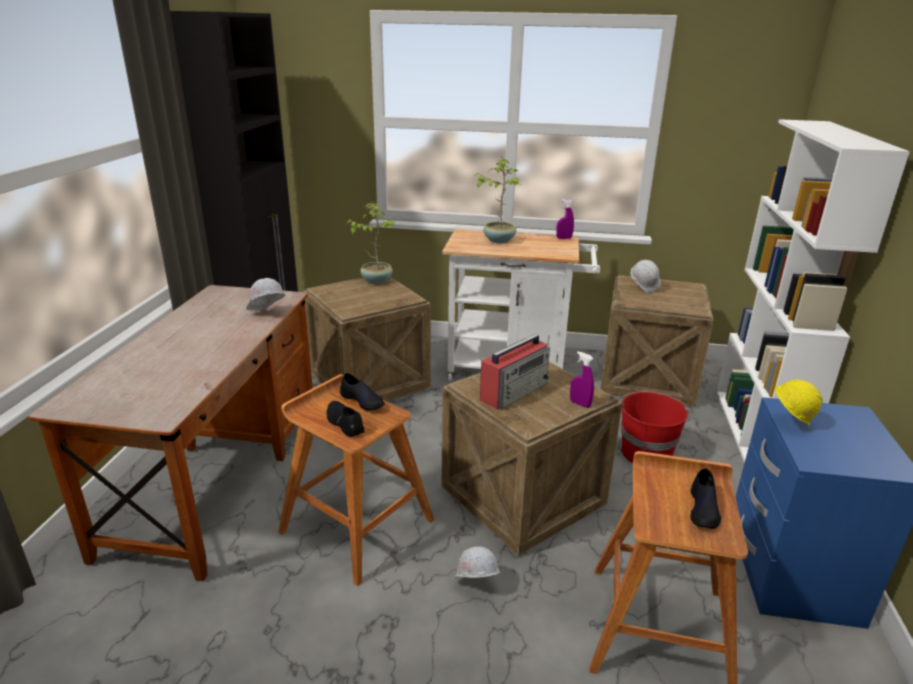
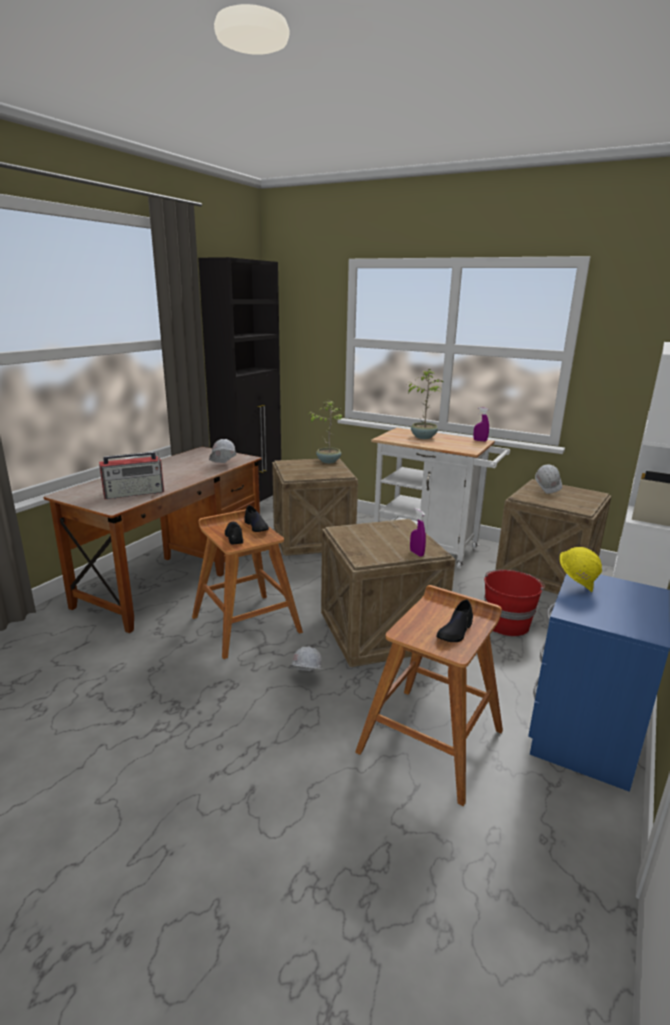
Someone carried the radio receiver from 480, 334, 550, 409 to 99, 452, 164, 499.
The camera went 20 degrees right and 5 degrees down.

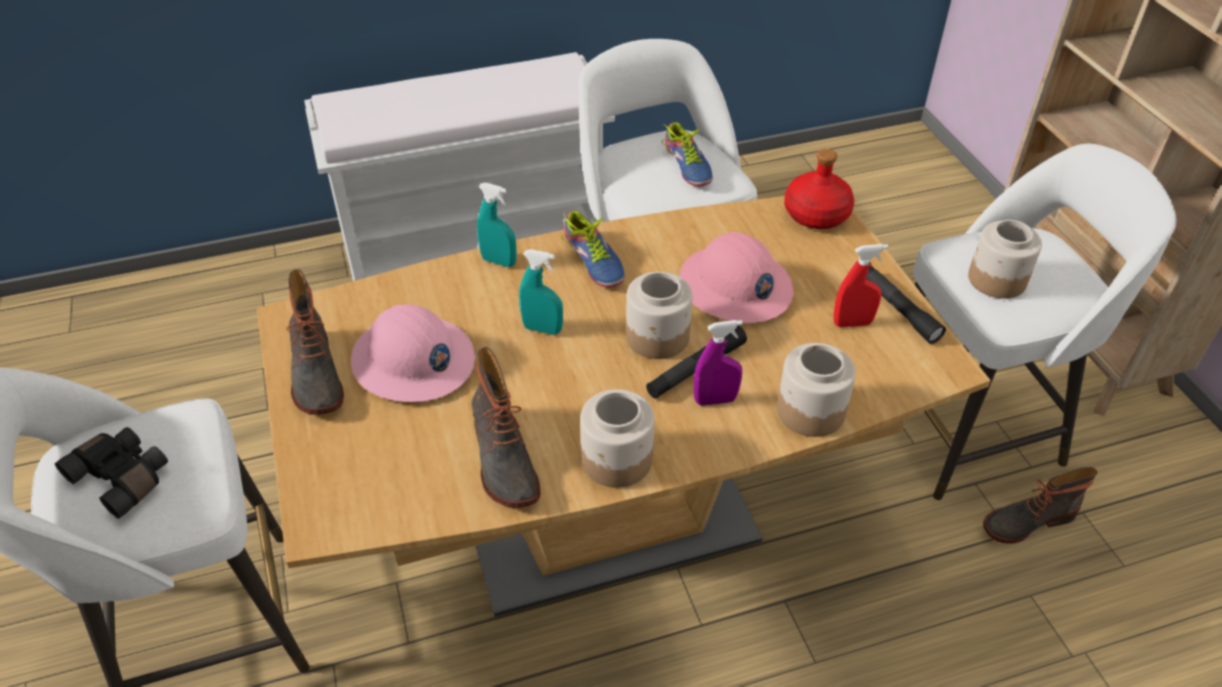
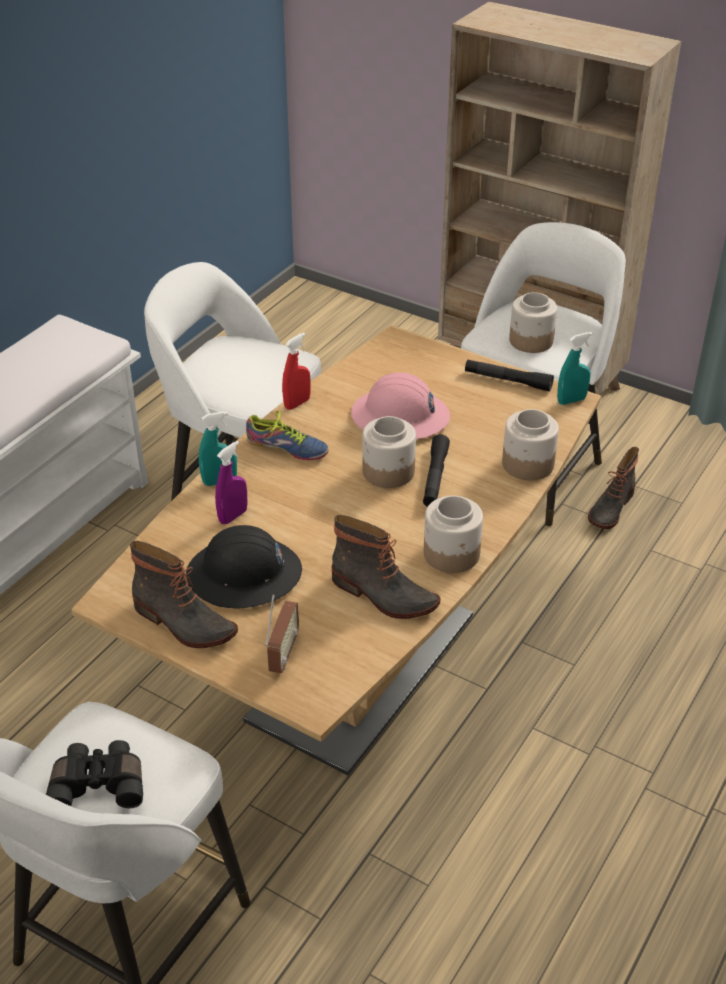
Someone repainted the pinkish hard hat at 351, 304, 475, 402, which became the black-coloured hard hat at 186, 525, 302, 608.
Someone carried the purple-coloured hand sprayer from 694, 320, 743, 406 to 215, 441, 247, 524.
Someone put down the radio receiver at 265, 595, 299, 673.
Someone carried the reddish hand sprayer from 834, 244, 888, 327 to 282, 333, 311, 410.
Someone carried the blue-green hand sprayer from 519, 249, 563, 335 to 557, 332, 593, 405.
Someone took away the shoe at 662, 122, 713, 187.
Someone took away the reddish beverage bottle at 784, 149, 854, 229.
The camera went 40 degrees left and 5 degrees down.

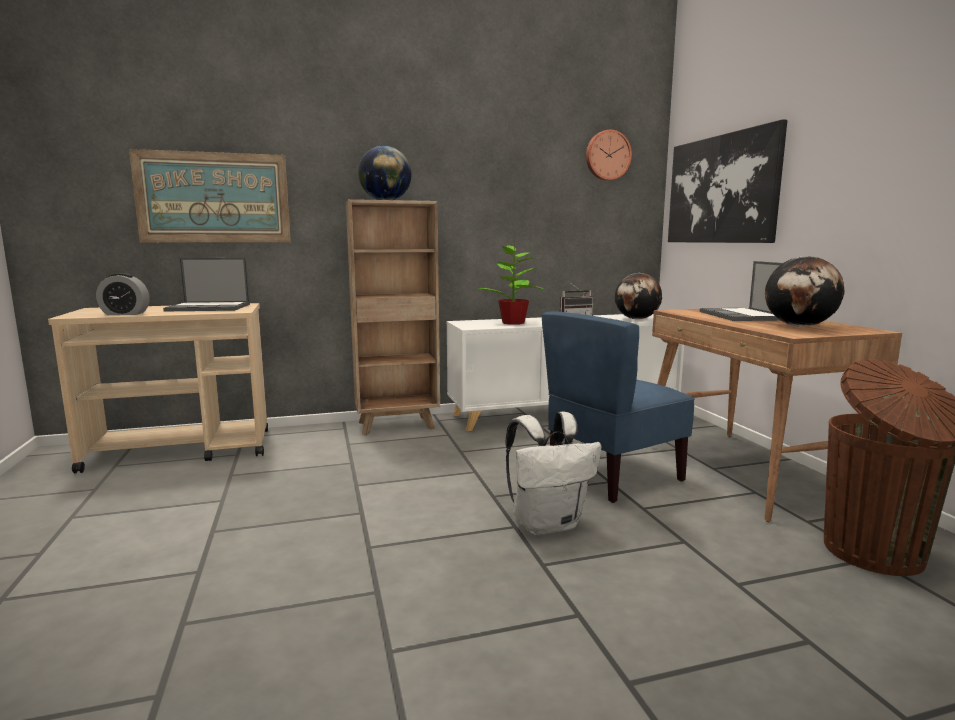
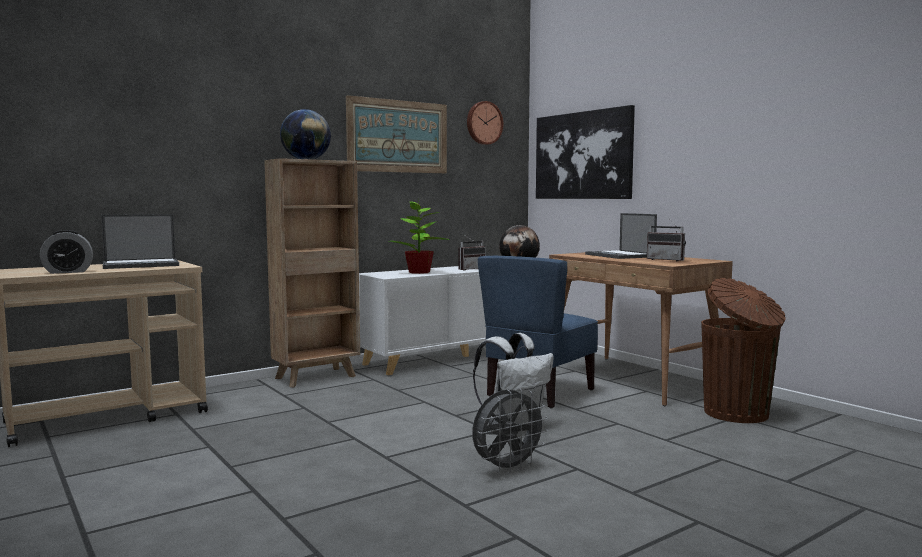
Someone carried the wall picture from 129, 149, 291, 242 to 346, 95, 447, 173.
Someone put down the grey cooling fan at 472, 388, 548, 474.
Someone swapped the desk globe at 765, 256, 845, 327 for the radio receiver at 647, 217, 686, 261.
The camera went 20 degrees left and 5 degrees down.

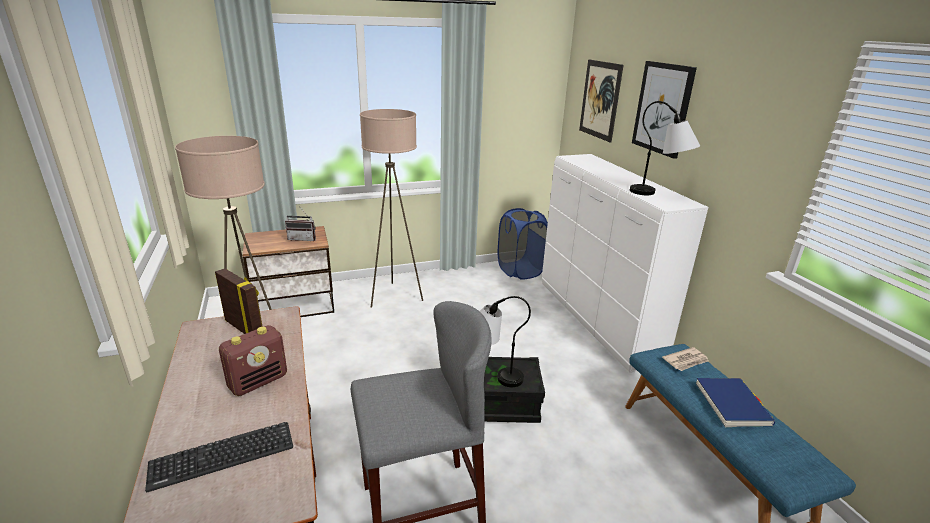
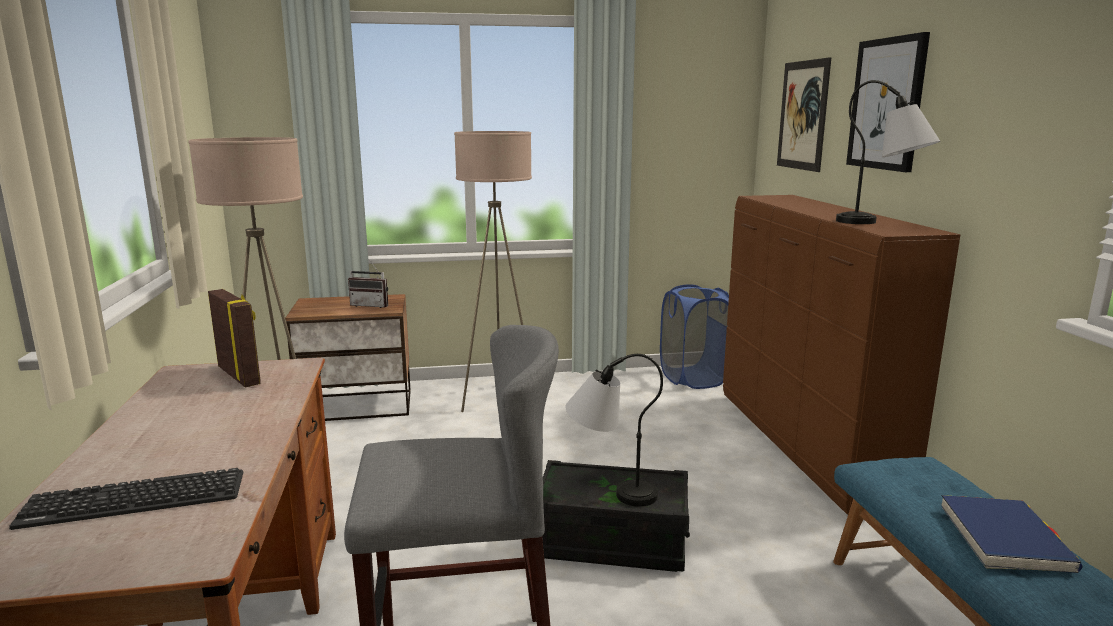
Someone repainted the white-coloured dresser at 542, 154, 708, 373, which became the brown-coloured dresser at 723, 195, 960, 515.
Someone took away the radio receiver at 219, 325, 287, 396.
Someone took away the printed paper at 662, 347, 709, 371.
The camera went 10 degrees right and 10 degrees down.

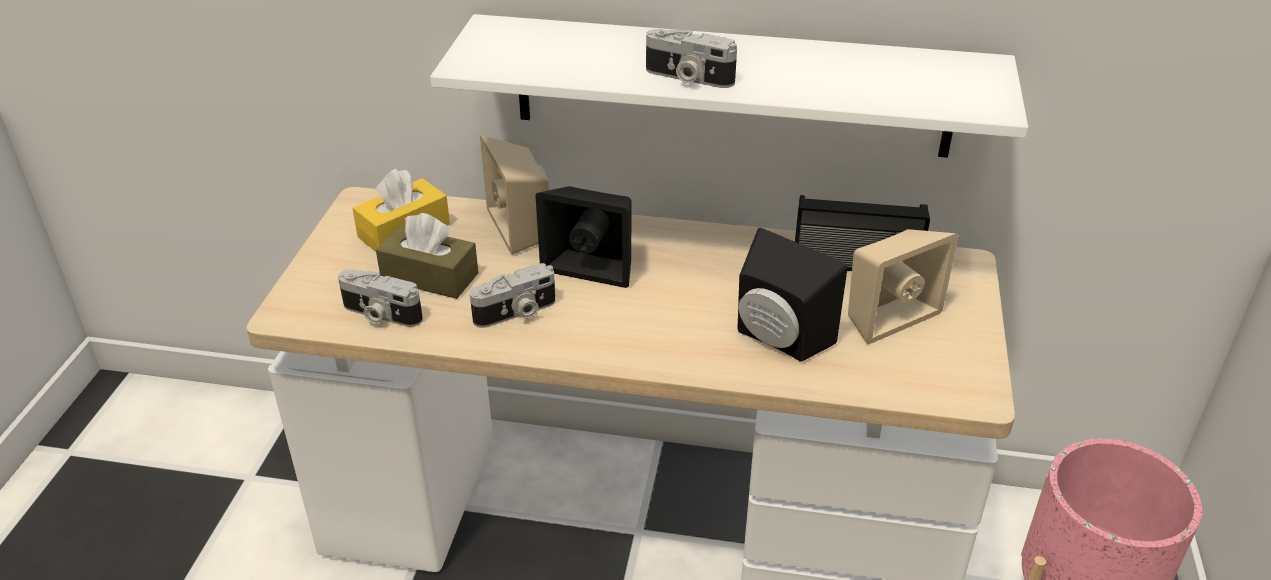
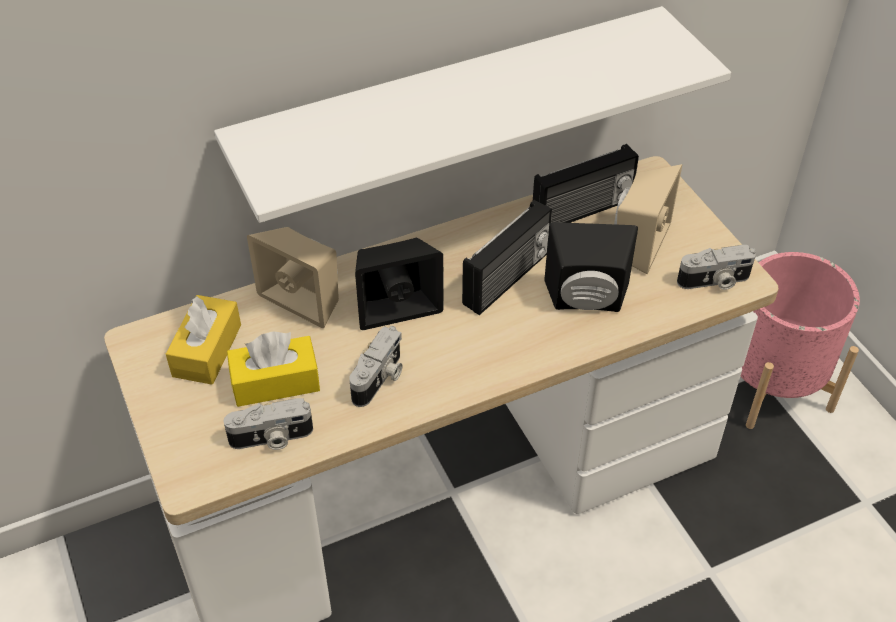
Someone repainted the brown-coloured tissue holder at 376, 213, 478, 299, which became the yellow-coloured tissue holder at 227, 331, 320, 407.
Someone put down the radio receiver at 462, 200, 552, 315.
Someone carried the photo camera from 646, 29, 737, 88 to 677, 245, 756, 290.
The camera went 35 degrees left and 10 degrees up.

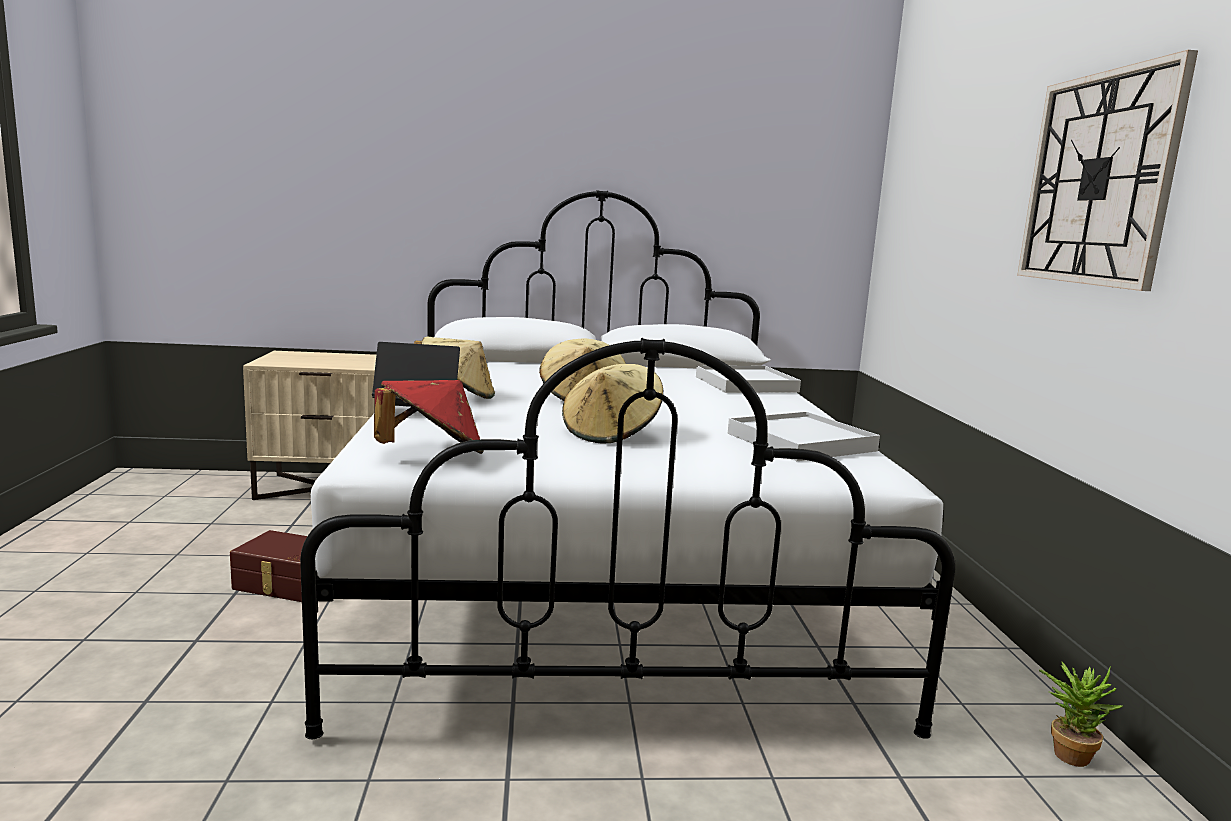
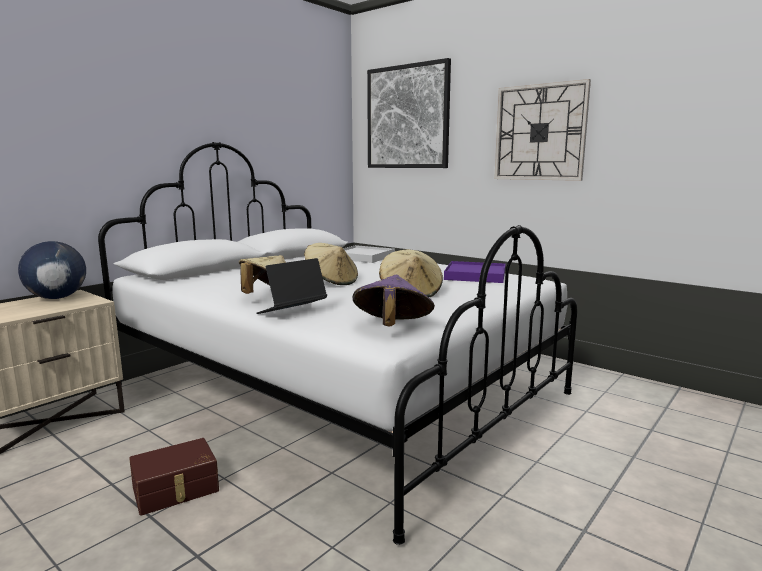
Someone put down the desk globe at 18, 241, 86, 299.
Someone repainted the reddish clothing hat at 374, 380, 484, 454, which became the purple-coloured clothing hat at 352, 275, 435, 326.
Someone put up the wall picture at 367, 58, 451, 168.
Someone repainted the white-coloured carrying tray at 728, 412, 880, 461, which became the purple-coloured carrying tray at 444, 261, 506, 283.
Someone took away the potted plant at 1039, 661, 1123, 767.
The camera went 45 degrees left and 0 degrees up.

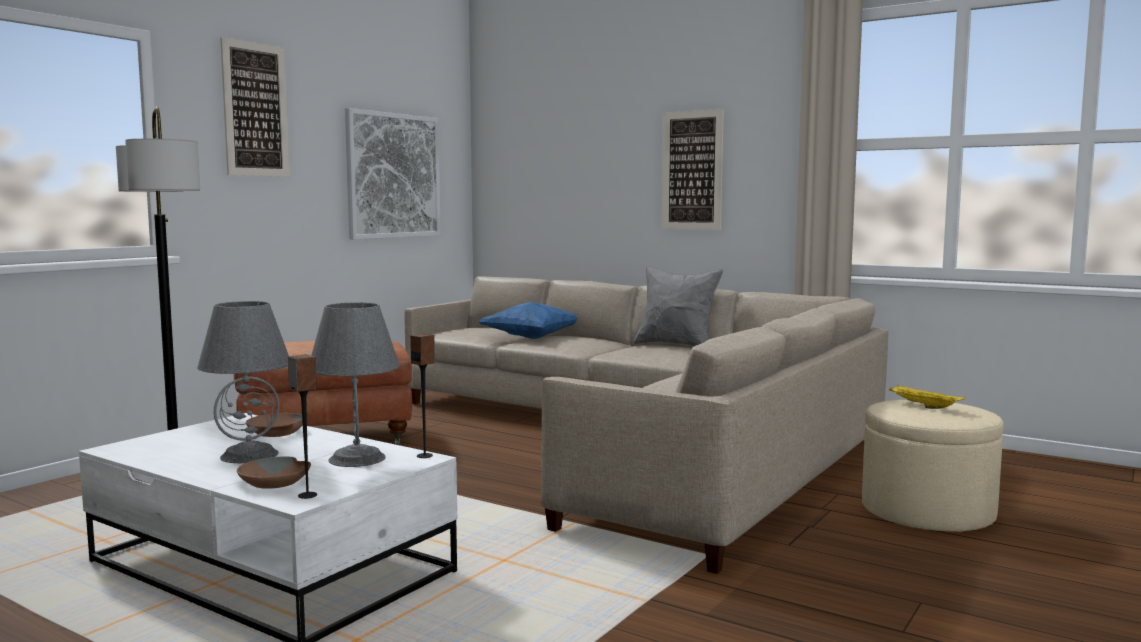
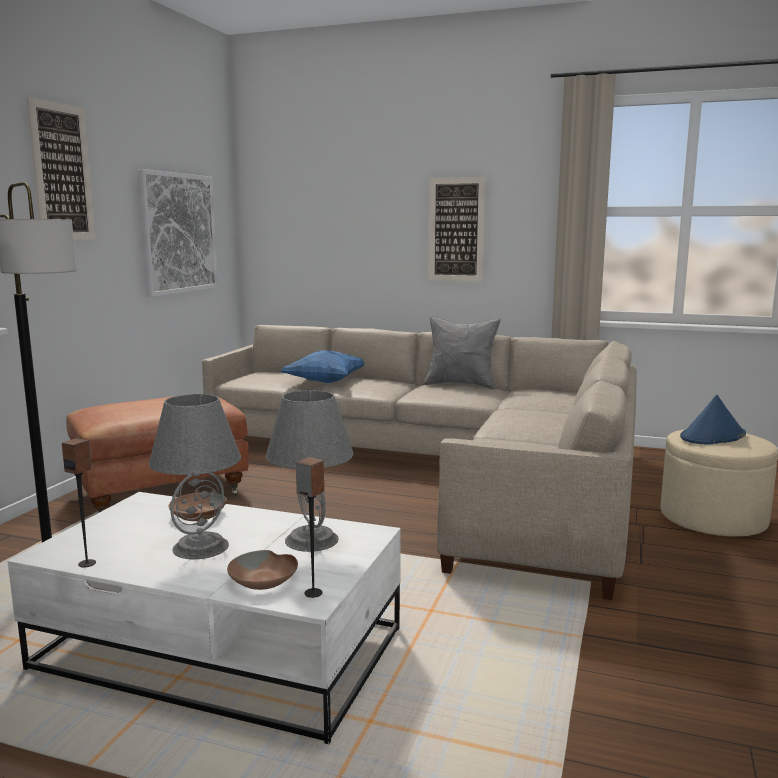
Someone carried the audio speaker from 410, 334, 435, 458 to 62, 438, 96, 567.
Someone swapped the yellow-coloured carrying tray at 889, 385, 965, 409 for the blue-coloured clothing hat at 680, 395, 746, 444.
The camera went 15 degrees left and 5 degrees up.

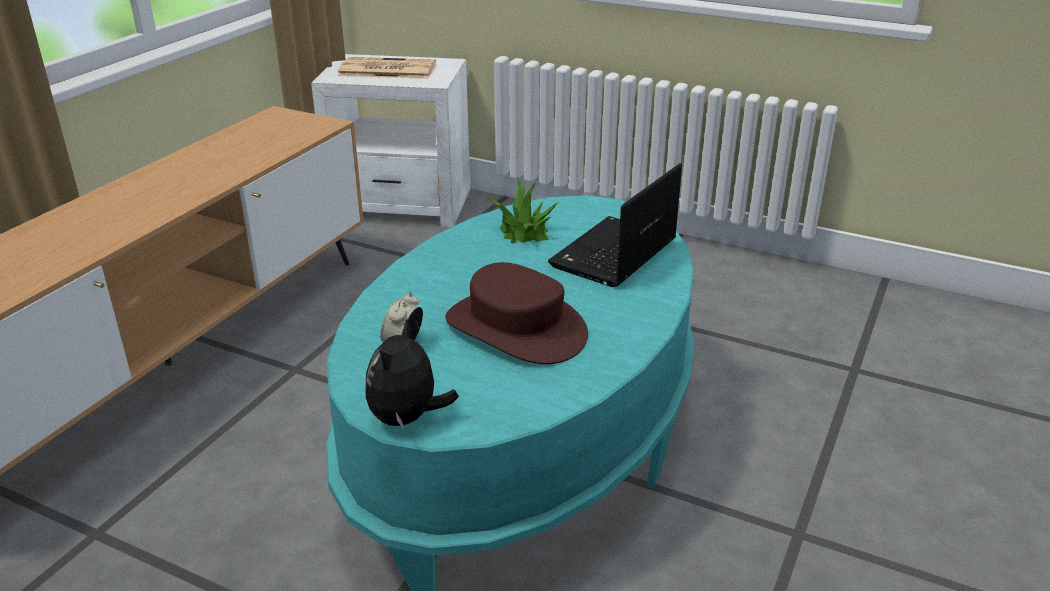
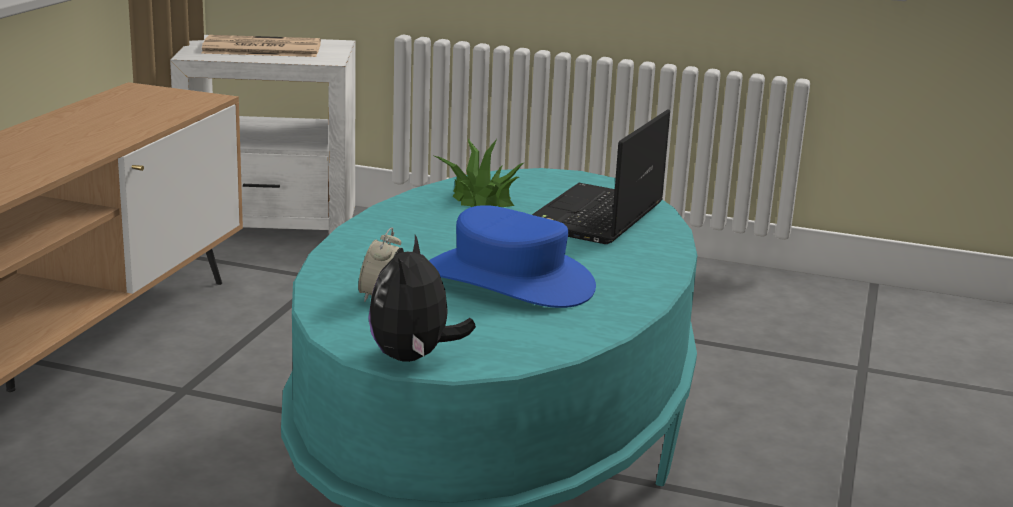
Someone repainted the brown-coloured clothing hat at 445, 262, 588, 364, which became the blue-coloured clothing hat at 429, 205, 596, 308.
The camera went 10 degrees left and 10 degrees down.

